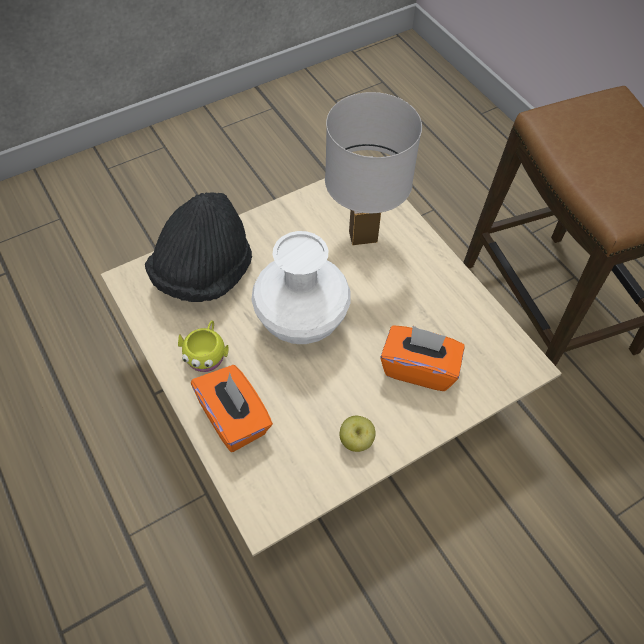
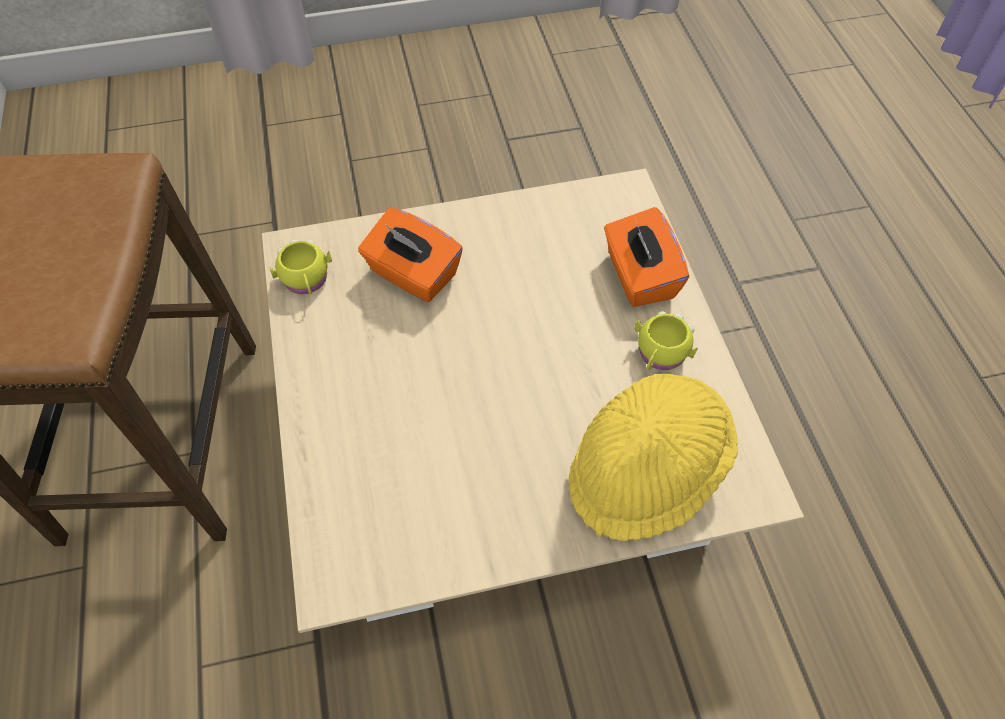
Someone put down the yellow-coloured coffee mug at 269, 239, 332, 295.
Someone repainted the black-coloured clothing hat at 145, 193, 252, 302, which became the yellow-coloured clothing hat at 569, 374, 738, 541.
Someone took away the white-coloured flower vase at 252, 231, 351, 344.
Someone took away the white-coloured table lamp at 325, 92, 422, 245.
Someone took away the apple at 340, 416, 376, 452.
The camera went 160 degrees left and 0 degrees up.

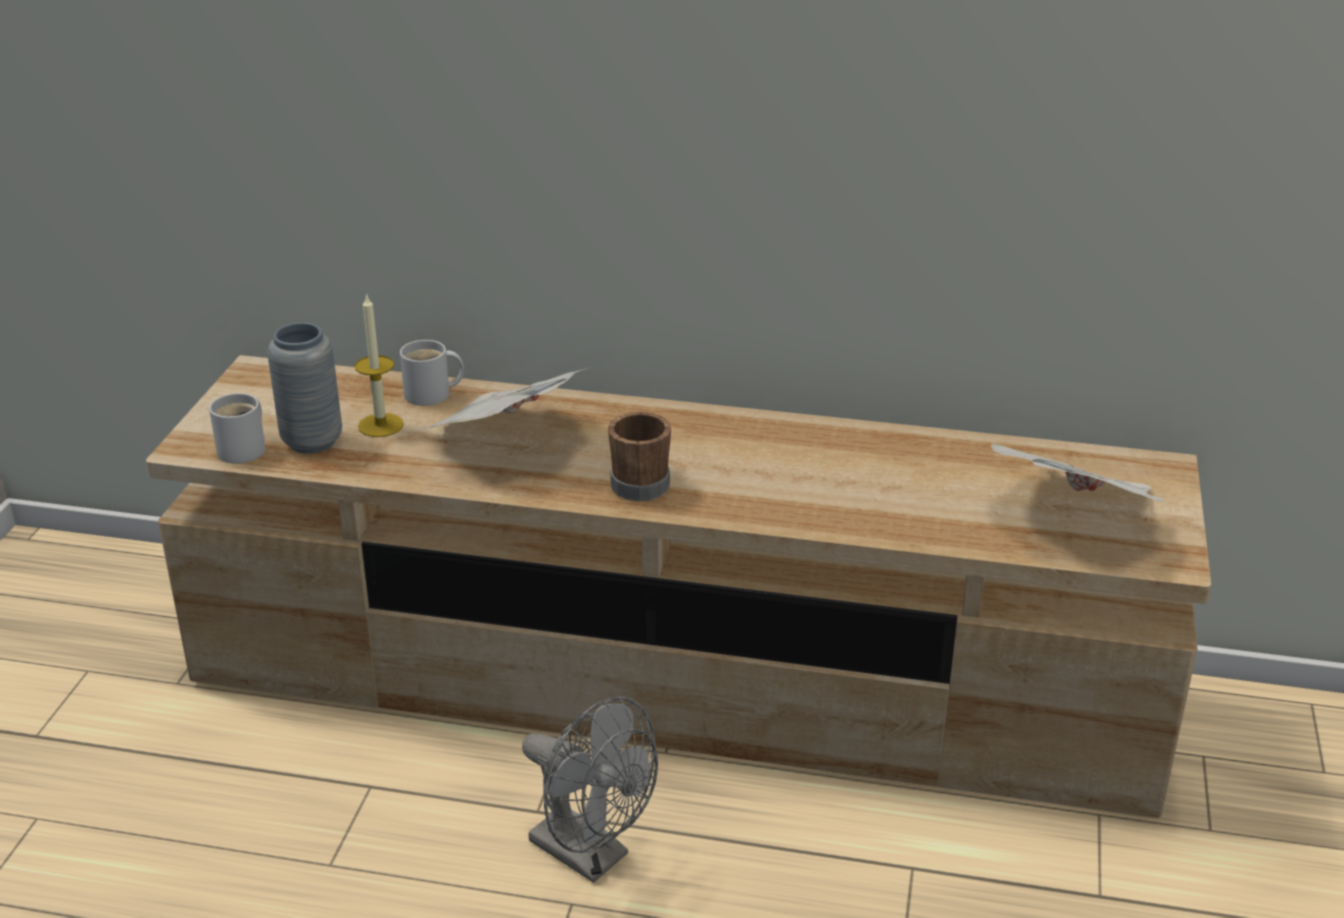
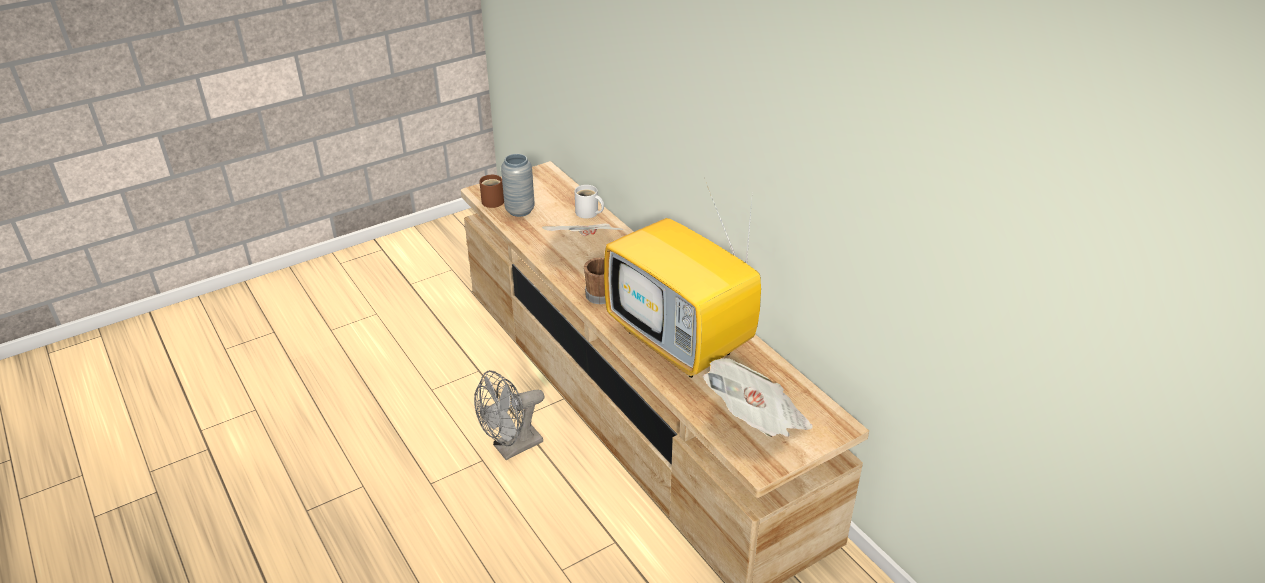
Someone rotated the grey cooling fan at 522, 696, 658, 883 by 60 degrees clockwise.
Someone repainted the white-coloured coffee mug at 209, 393, 266, 464, which became the brown-coloured coffee mug at 479, 175, 504, 208.
Someone put down the television at 604, 183, 761, 378.
Someone took away the wax candle at 354, 293, 404, 437.
The camera went 45 degrees right and 5 degrees up.

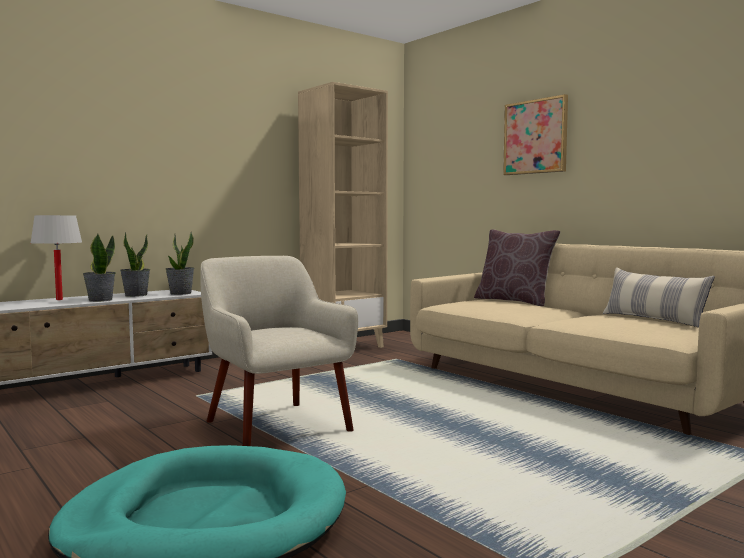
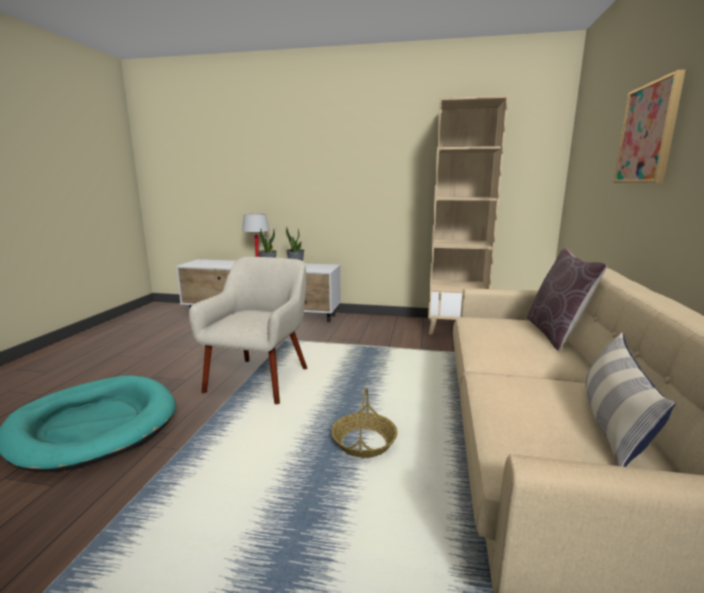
Someone put down the household basket at 331, 388, 398, 458.
Someone took away the potted plant at 166, 231, 194, 295.
The camera went 50 degrees right and 10 degrees up.

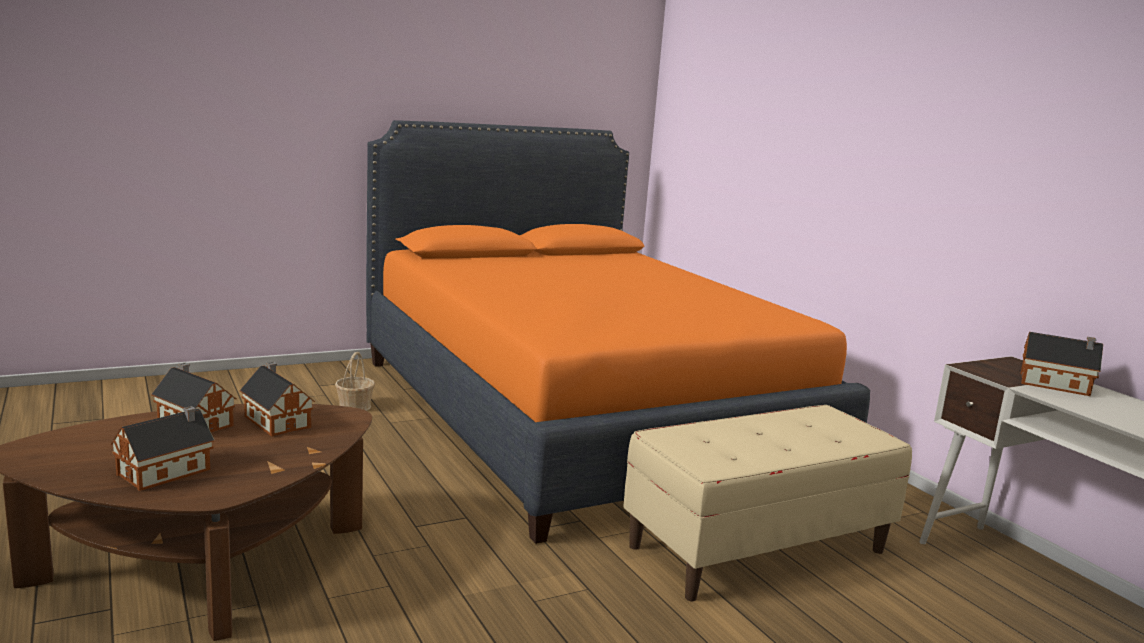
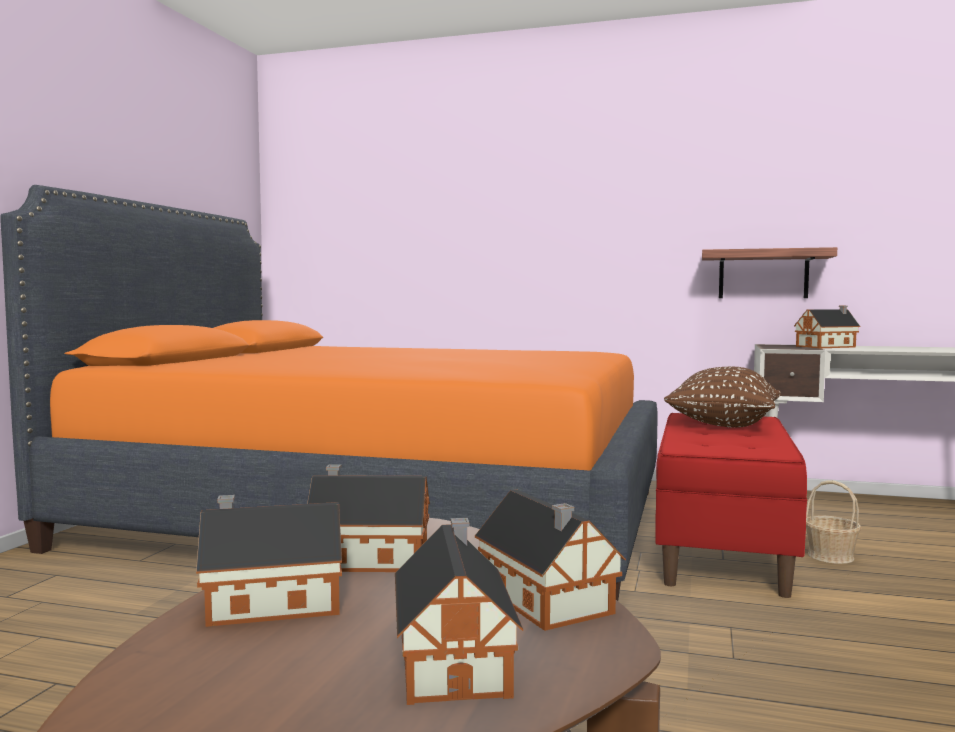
Someone put down the model house at 475, 490, 626, 631.
Someone repainted the beige indoor bench at 623, 405, 912, 601, which became the reddish indoor bench at 655, 413, 807, 598.
Someone put down the brown-coloured cushion at 664, 367, 781, 428.
Someone put up the wall shelf at 702, 247, 837, 298.
Someone carried the household basket from 335, 352, 375, 411 to 806, 480, 862, 564.
The camera went 45 degrees left and 10 degrees down.

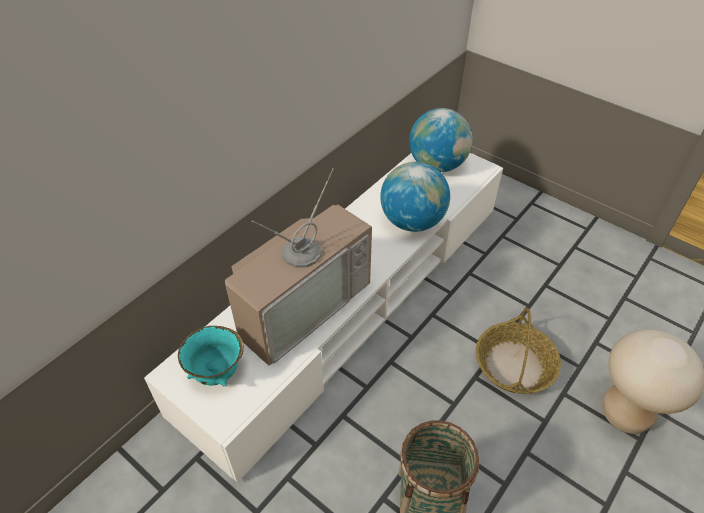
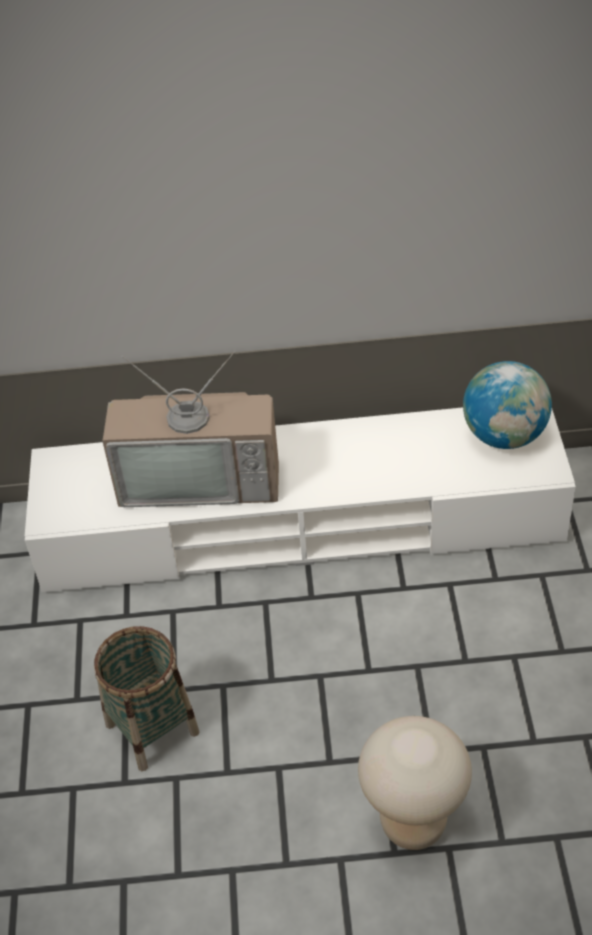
Someone took away the blue-green bowl at 178, 326, 244, 386.
Someone took away the desk globe at 380, 162, 450, 232.
Someone took away the household basket at 476, 308, 561, 394.
The camera went 50 degrees right and 0 degrees up.

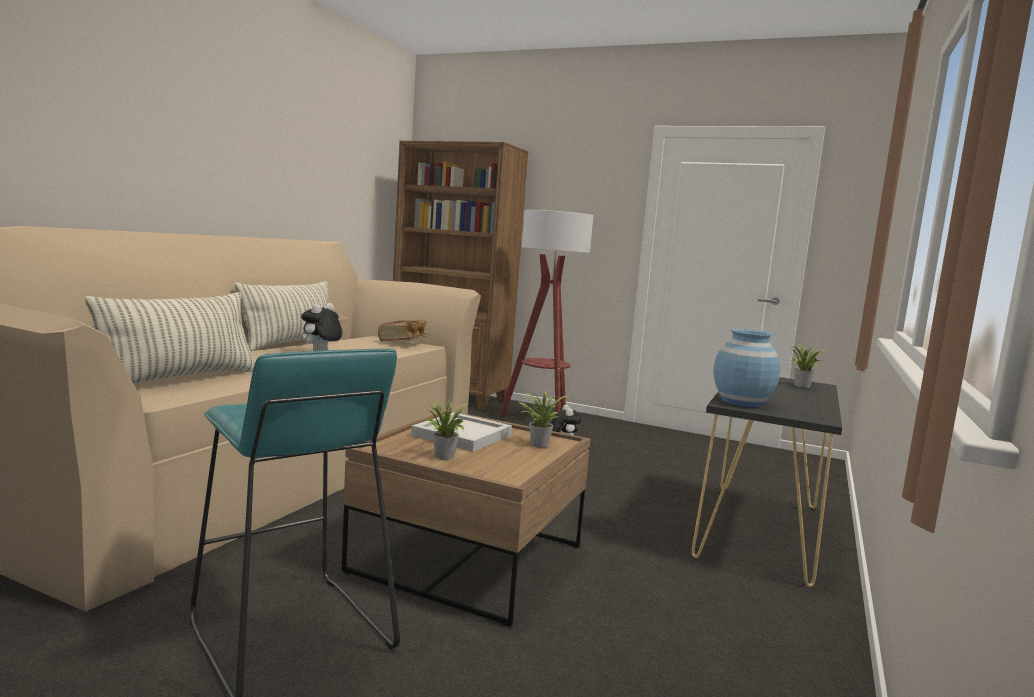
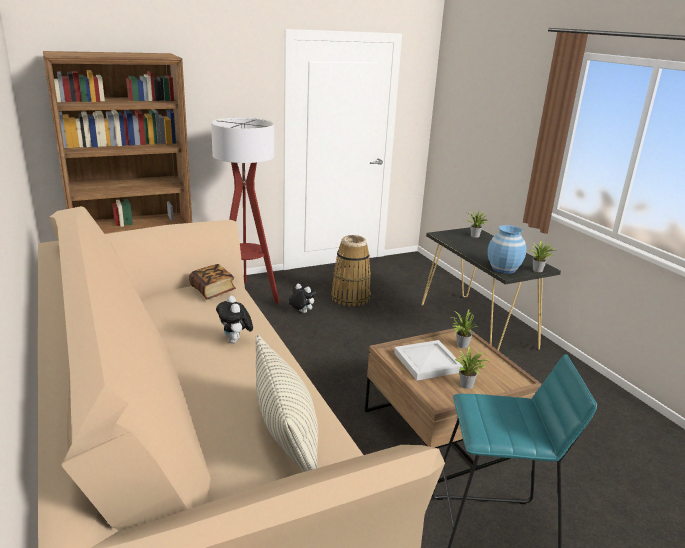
Someone put down the household basket at 331, 235, 371, 307.
Someone put down the potted plant at 530, 241, 557, 272.
Someone took away the cushion at 235, 281, 341, 351.
The camera went 50 degrees left and 15 degrees up.

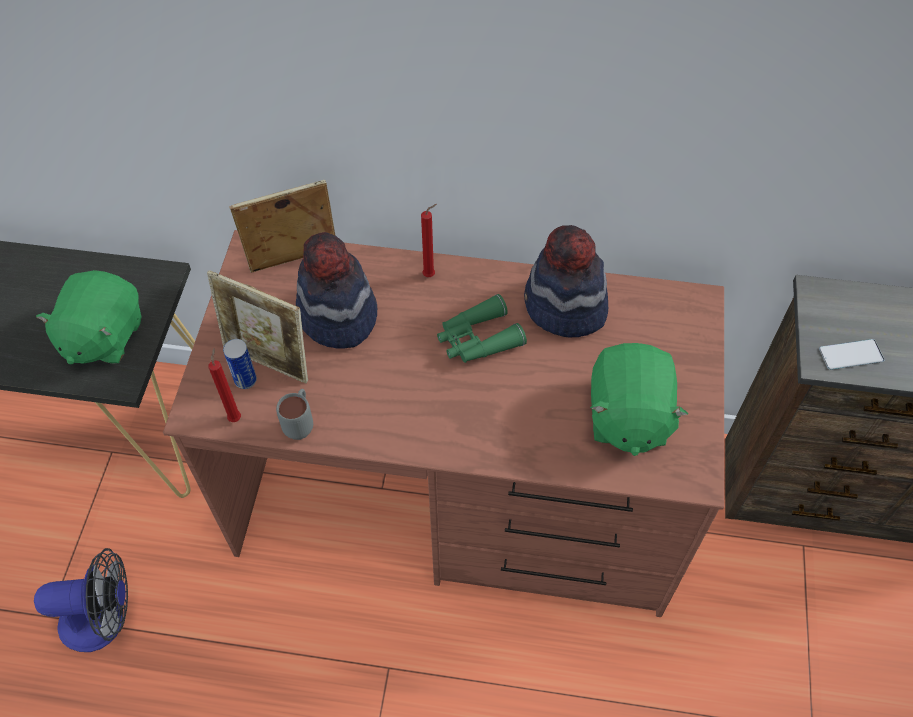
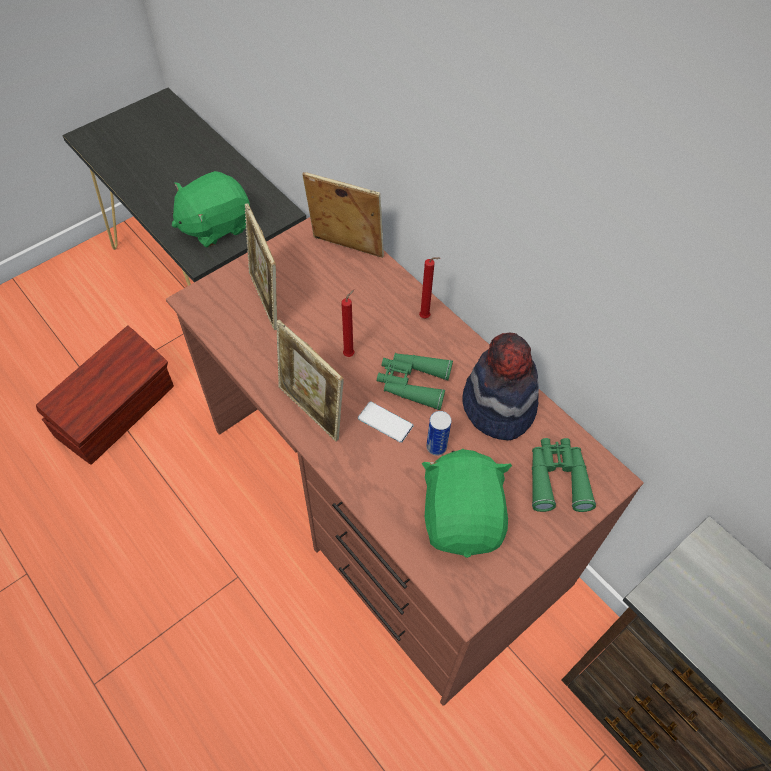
Someone swapped the cooling fan at 34, 548, 128, 652 for the brown-coloured storage bin at 36, 325, 174, 465.
Someone put down the picture frame at 276, 320, 344, 442.
Someone carried the reddish wax candle from 208, 348, 241, 422 to 341, 289, 355, 357.
Someone carried the phone from 819, 339, 884, 370 to 358, 402, 414, 443.
Someone rotated the green soft toy at 590, 343, 688, 456 by 135 degrees clockwise.
Someone carried the metal can from 223, 339, 257, 389 to 426, 411, 451, 456.
Someone put down the green pair of binoculars at 532, 438, 596, 512.
Someone took away the grey coffee mug at 276, 389, 313, 440.
Someone took away the clothing hat at 296, 232, 377, 349.
The camera went 40 degrees right and 0 degrees up.

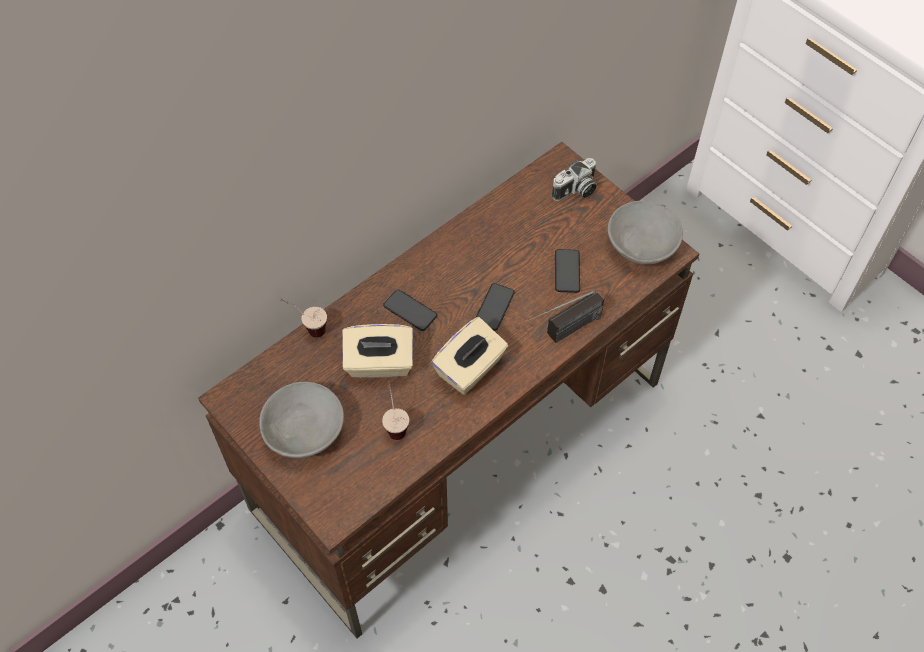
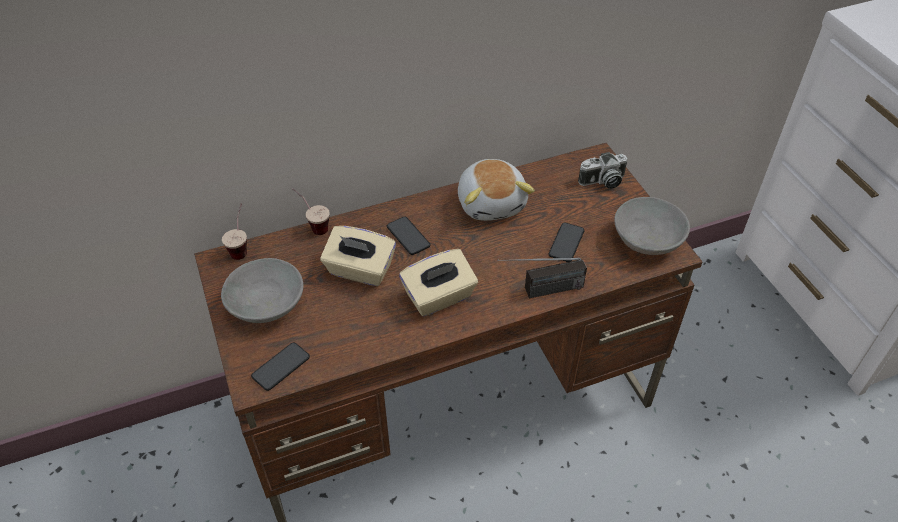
Someone carried the cup from 382, 380, 409, 440 to 222, 203, 247, 260.
Someone carried the phone from 476, 283, 515, 331 to 251, 342, 310, 391.
Someone put down the soft toy at 458, 159, 535, 221.
The camera went 20 degrees right and 10 degrees down.

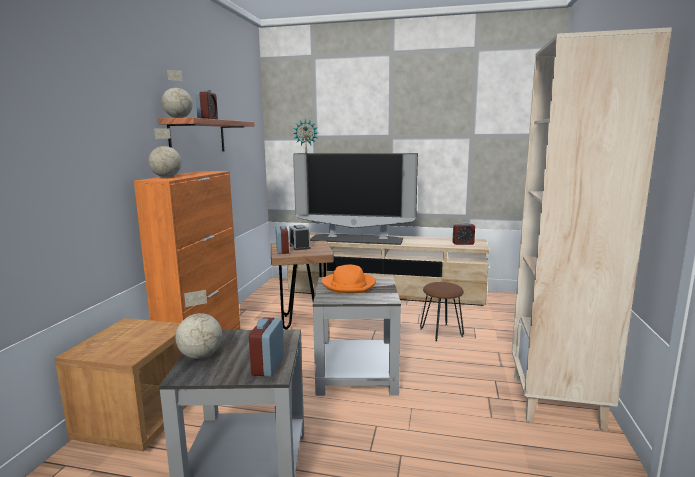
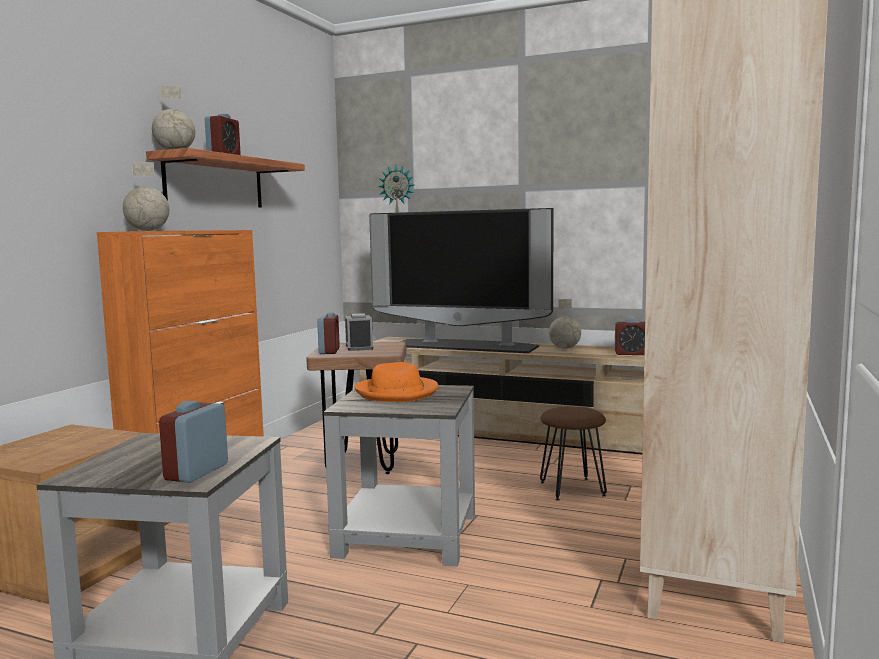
Someone carried the desk globe from 176, 290, 222, 359 to 549, 299, 581, 349.
The camera went 10 degrees right and 5 degrees down.

